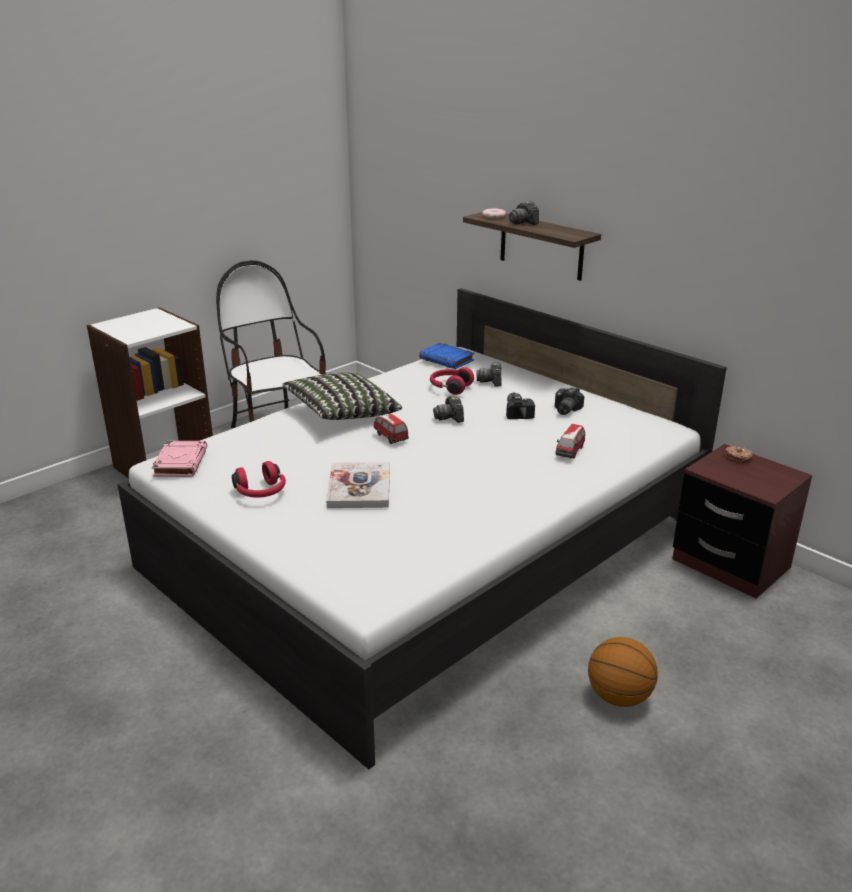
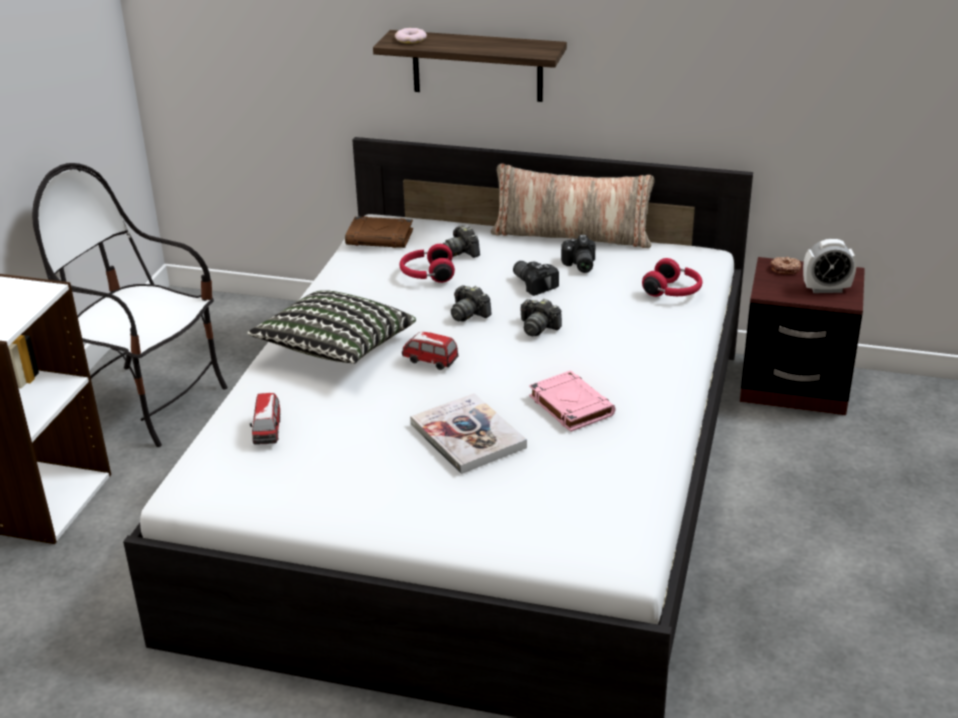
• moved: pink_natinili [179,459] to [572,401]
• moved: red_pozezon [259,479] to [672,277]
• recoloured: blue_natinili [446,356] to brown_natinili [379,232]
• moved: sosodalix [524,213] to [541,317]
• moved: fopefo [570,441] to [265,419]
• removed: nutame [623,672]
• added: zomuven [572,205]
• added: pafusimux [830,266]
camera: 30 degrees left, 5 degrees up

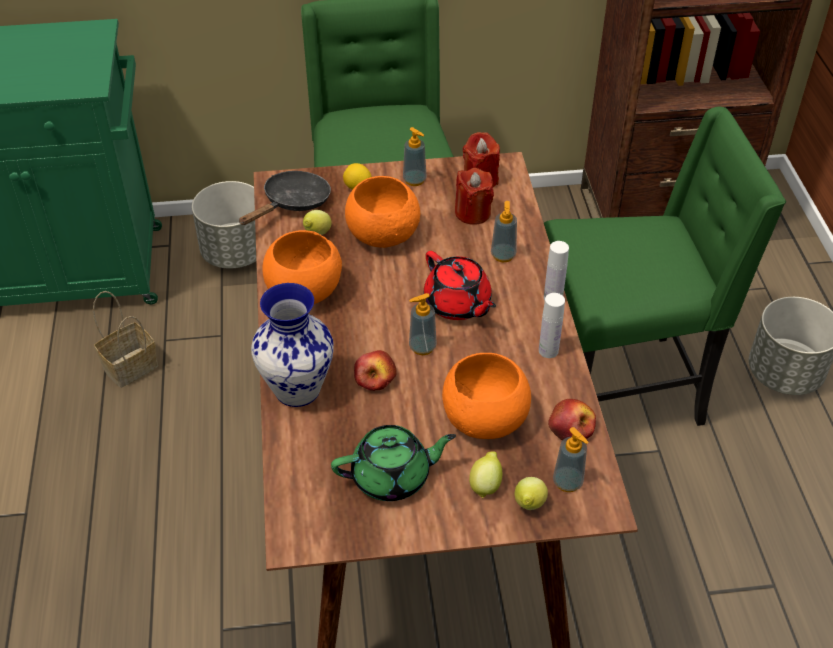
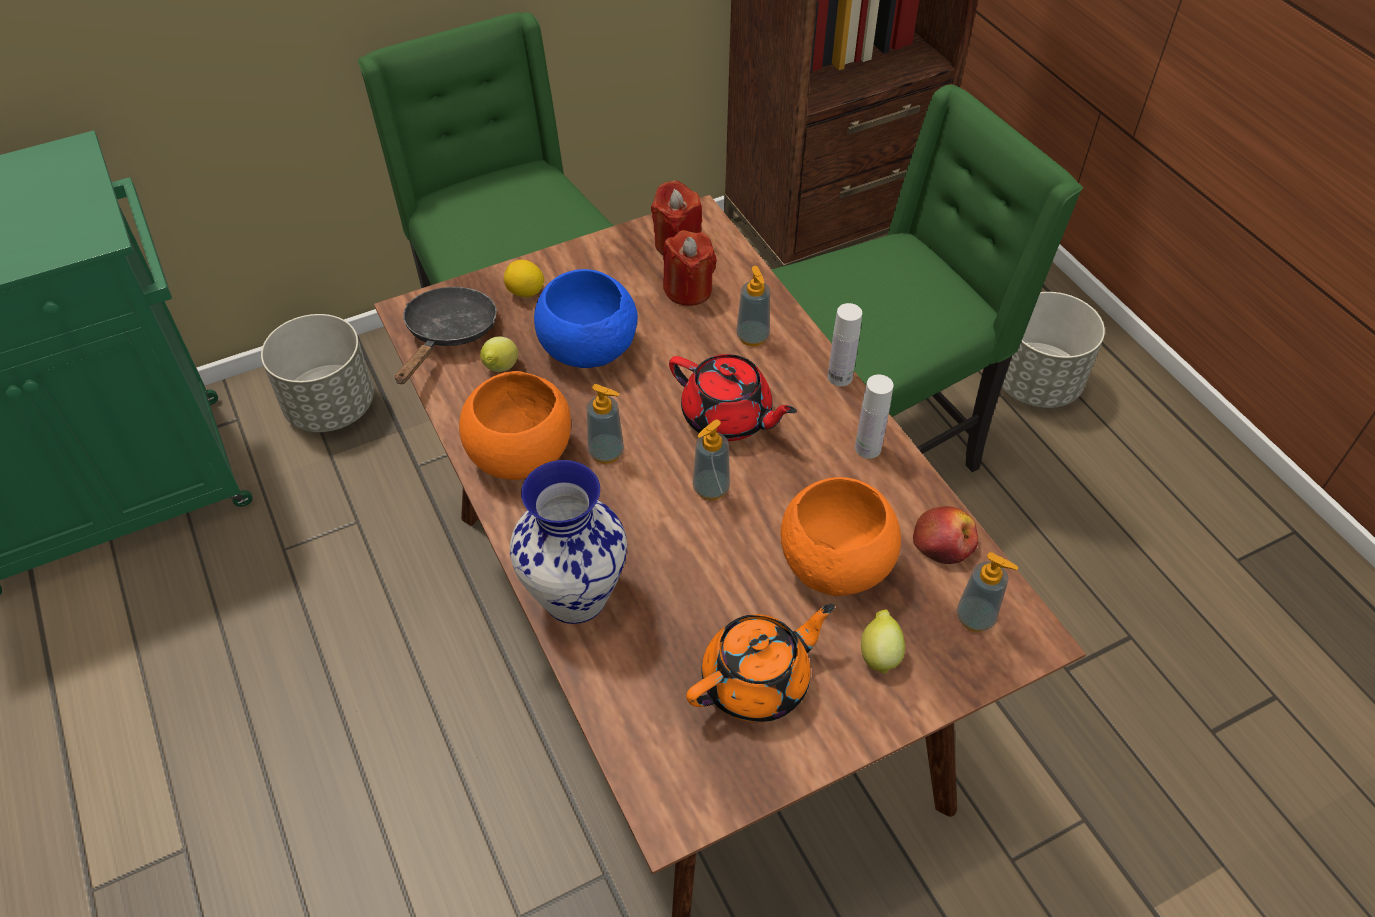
• removed: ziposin [125,339]
• recoloured: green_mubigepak [393,463] to orange_mubigepak [760,663]
• recoloured: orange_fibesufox [382,212] to blue_fibesufox [586,318]
• removed: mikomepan [375,370]
• moved: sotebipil [415,156] to [605,424]
• removed: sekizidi [531,493]
camera: 20 degrees left, 5 degrees up

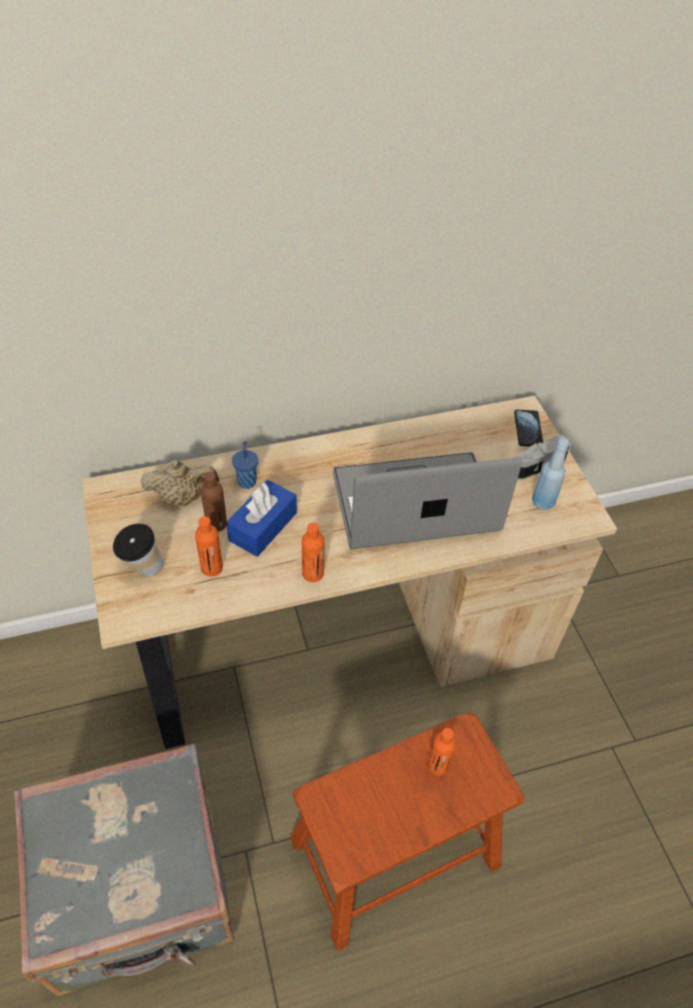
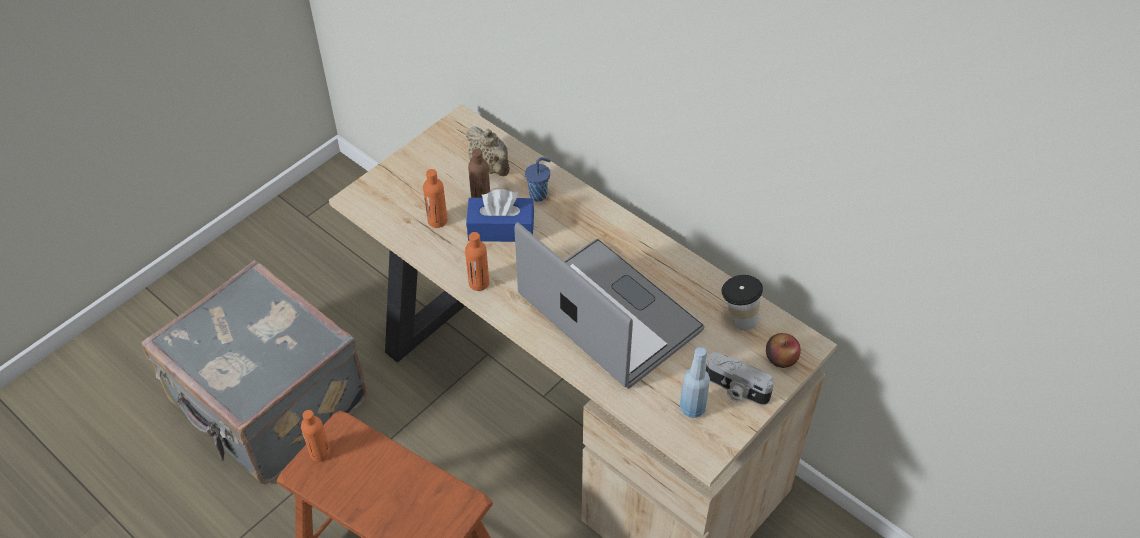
• moved: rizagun [138,550] to [742,302]
• moved: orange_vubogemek [442,752] to [316,436]
• replaced: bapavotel [528,428] to mikomepan [783,350]
camera: 60 degrees right, 0 degrees up

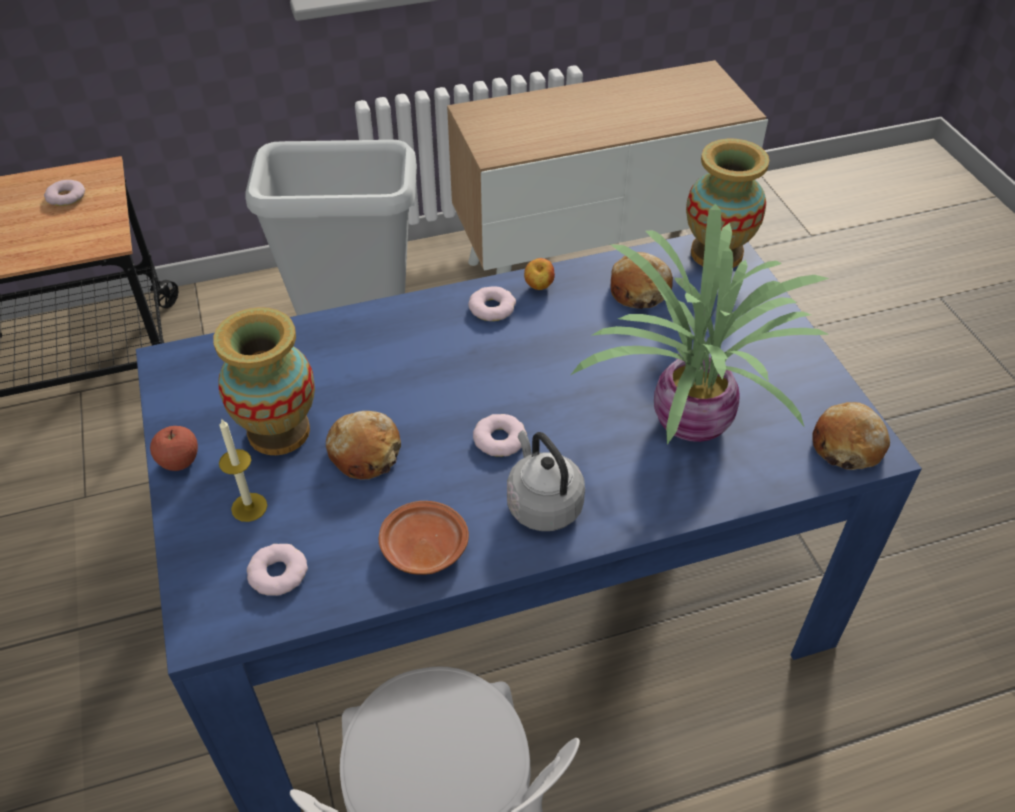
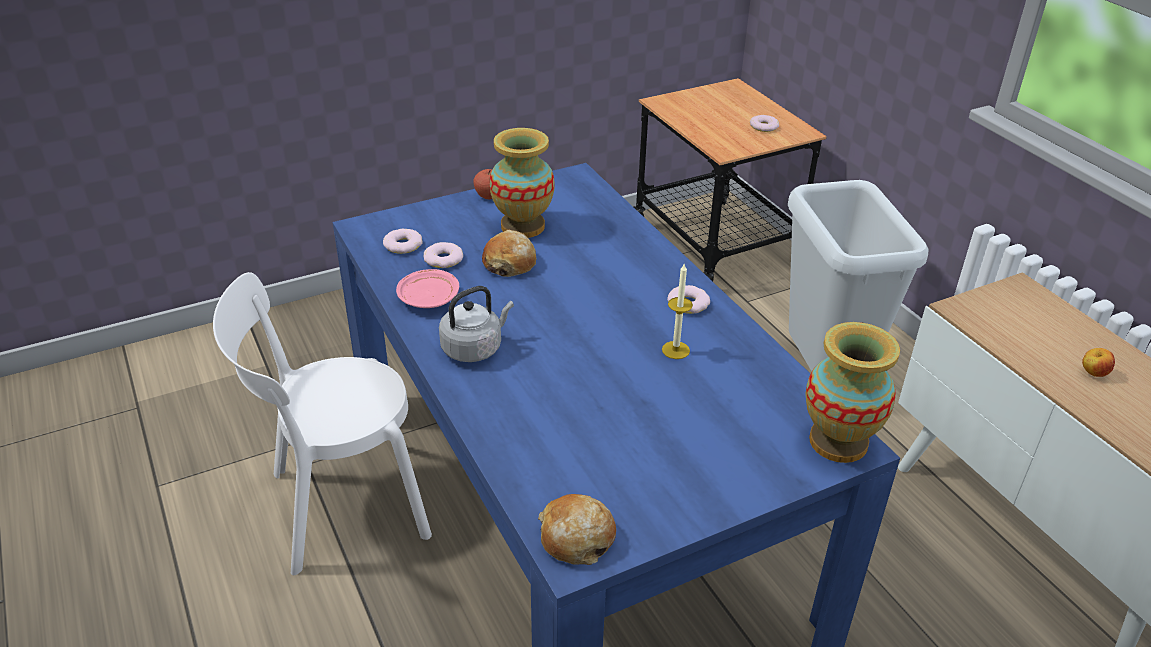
• moved: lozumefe [243,470] to [677,311]
• recoloured: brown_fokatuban [424,538] to pink_fokatuban [427,288]
• moved: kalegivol [500,435] to [443,255]
• moved: mikomepan [539,274] to [1098,362]
• removed: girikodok [700,324]
• removed: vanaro [642,280]
camera: 80 degrees right, 10 degrees down

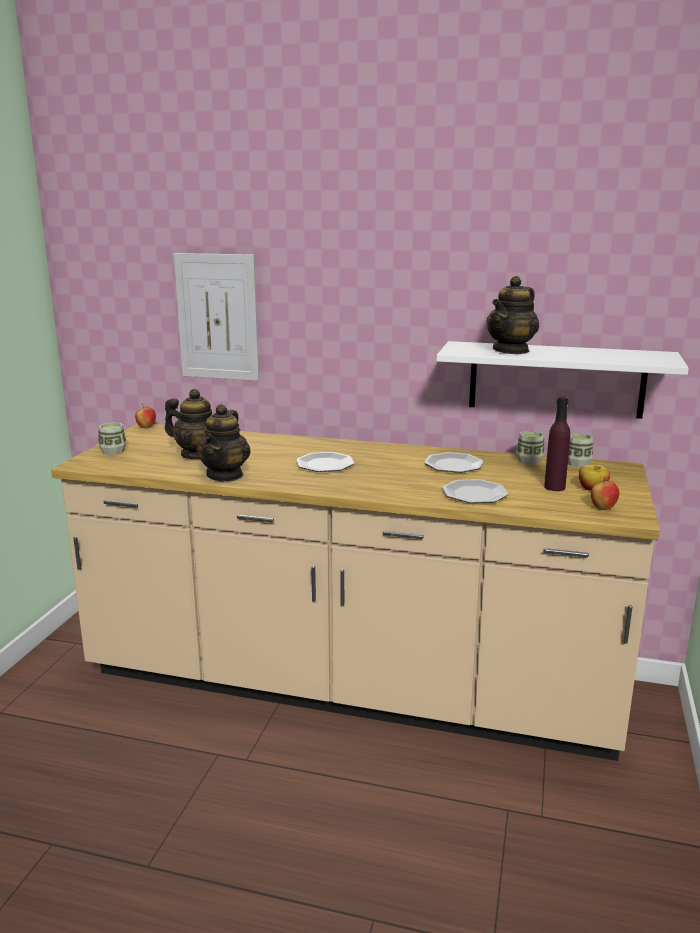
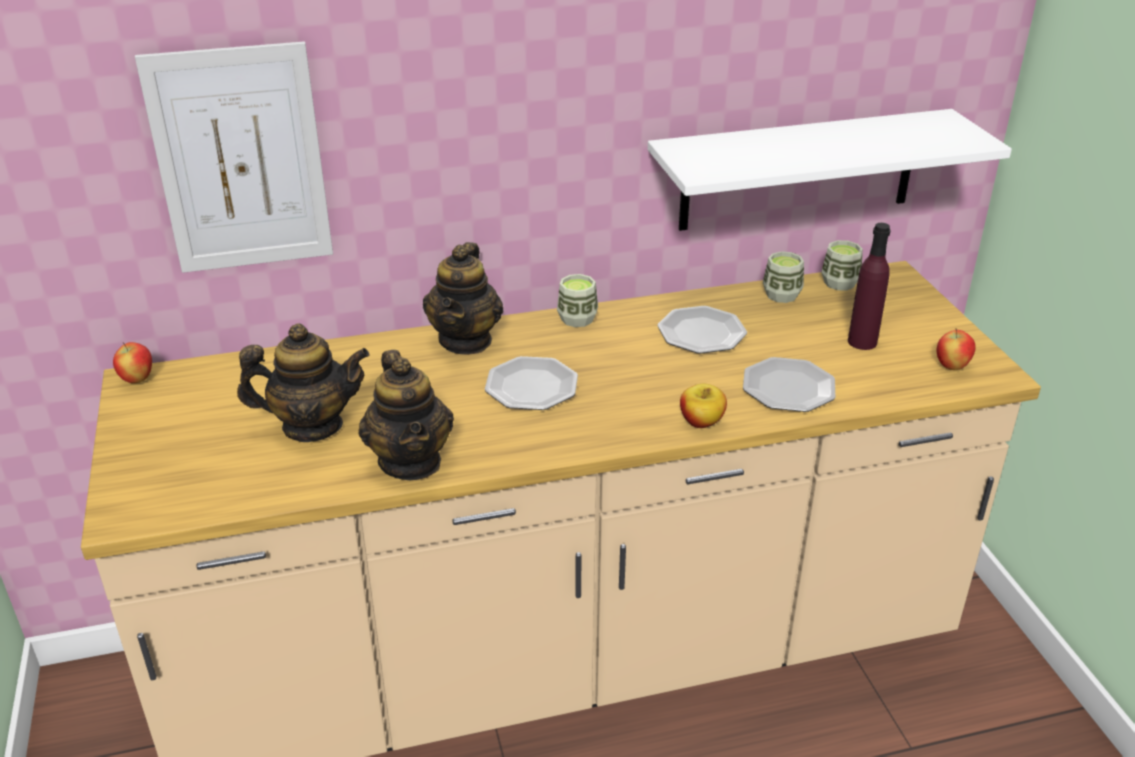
• moved: rizagun [112,438] to [577,300]
• moved: mubigepak [512,315] to [463,298]
• moved: mikomepan [594,478] to [703,406]
camera: 30 degrees left, 15 degrees up

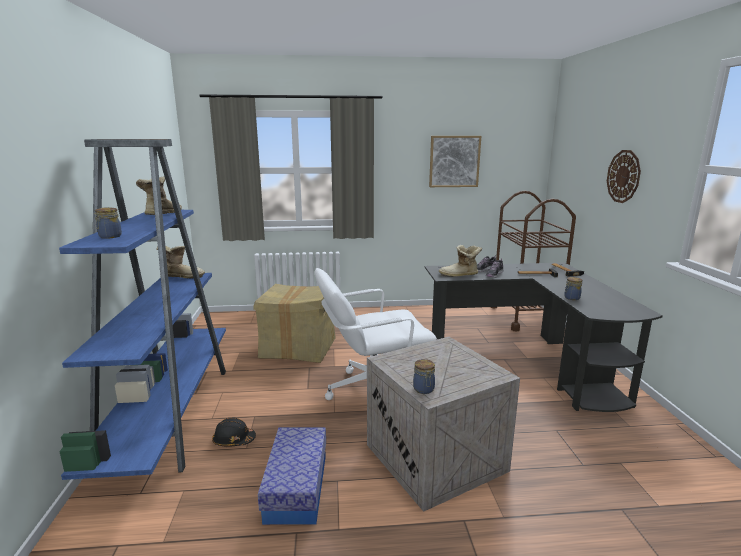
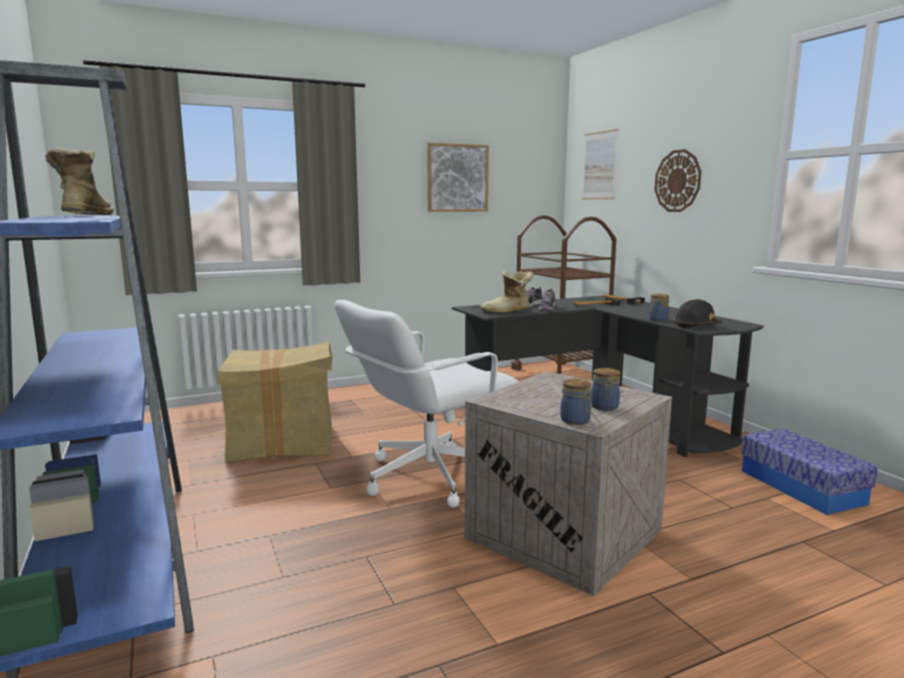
• moved: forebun [108,223] to [605,389]
• removed: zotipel [180,262]
• moved: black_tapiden [234,432] to [697,313]
• moved: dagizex [292,476] to [809,472]
• added: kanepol [600,164]
camera: 20 degrees left, 5 degrees down

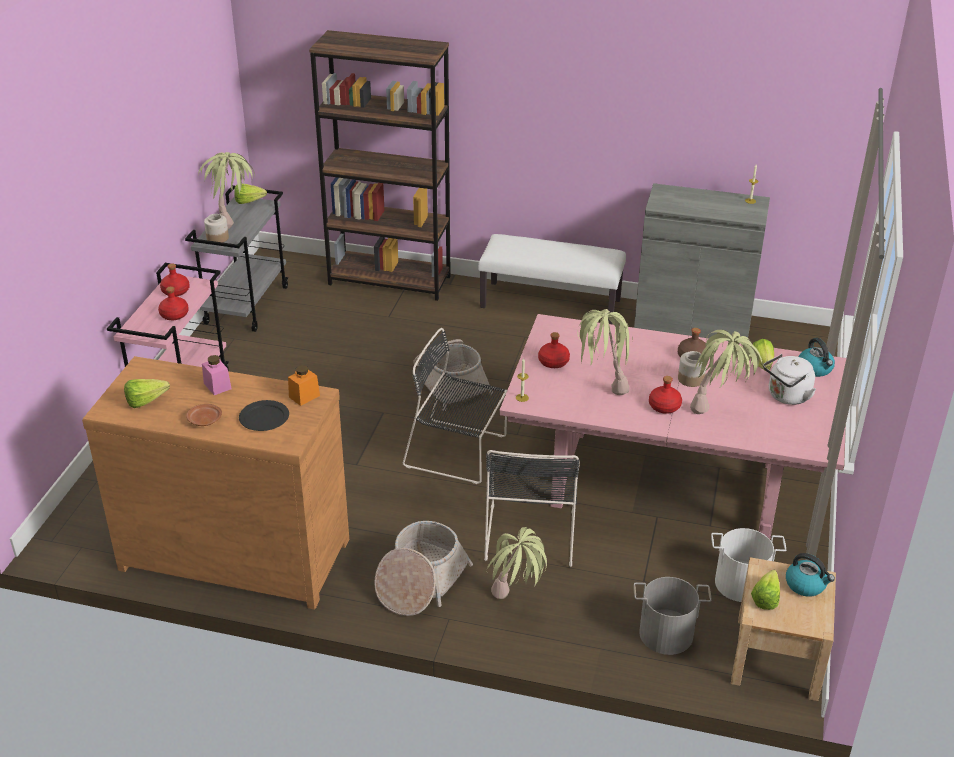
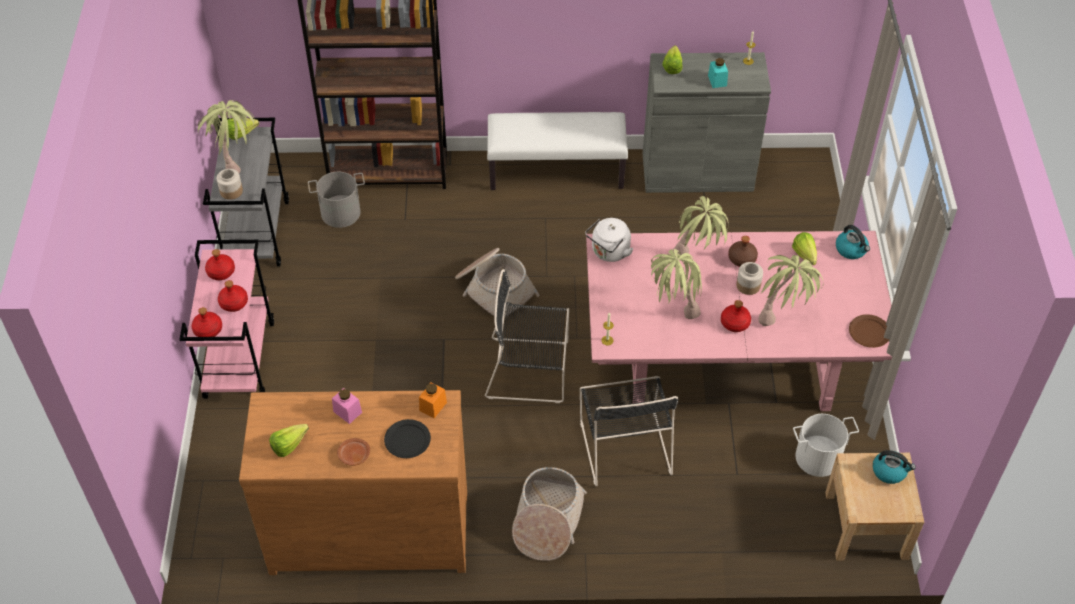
• moved: girikodok [517,563] to [701,226]
• moved: red_vubogemek [554,350] to [207,322]
• moved: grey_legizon [672,616] to [336,200]
• moved: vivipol [765,590] to [672,59]
• moved: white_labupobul [789,379] to [609,240]
• added: turquoise_forebun [718,73]
• added: brown_fokatuban [869,331]
camera: 15 degrees left, 15 degrees up

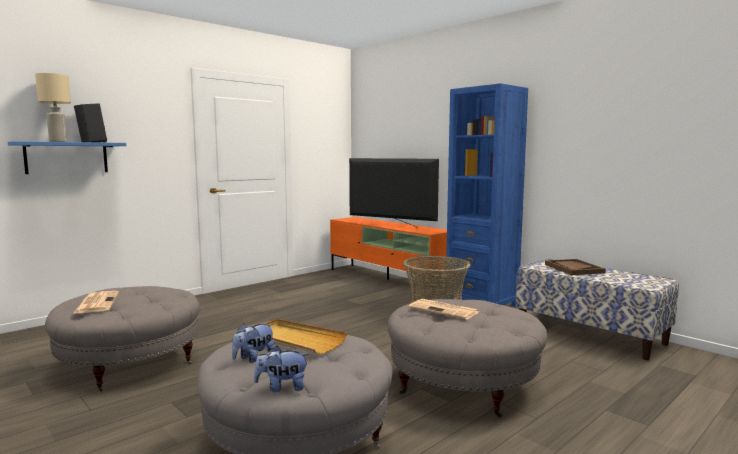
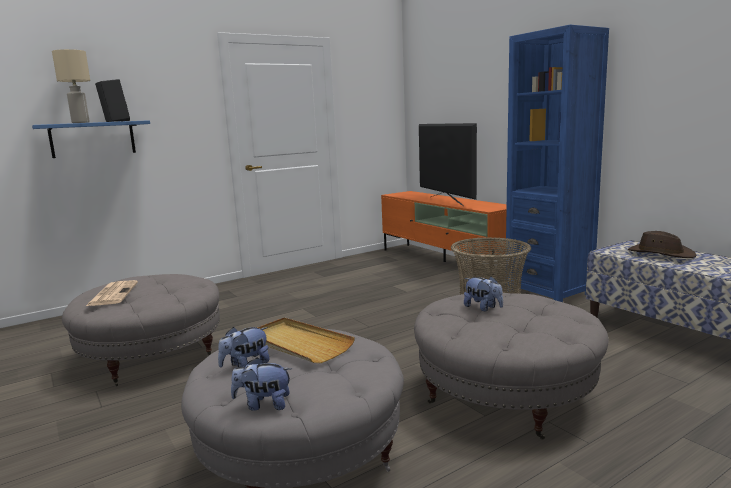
• turned: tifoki [394,193] = [448,164] 150 degrees counterclockwise
• replaced: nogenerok [444,309] to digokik [483,294]
• replaced: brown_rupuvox [575,267] to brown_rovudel [662,244]
camera: 10 degrees right, 5 degrees up

